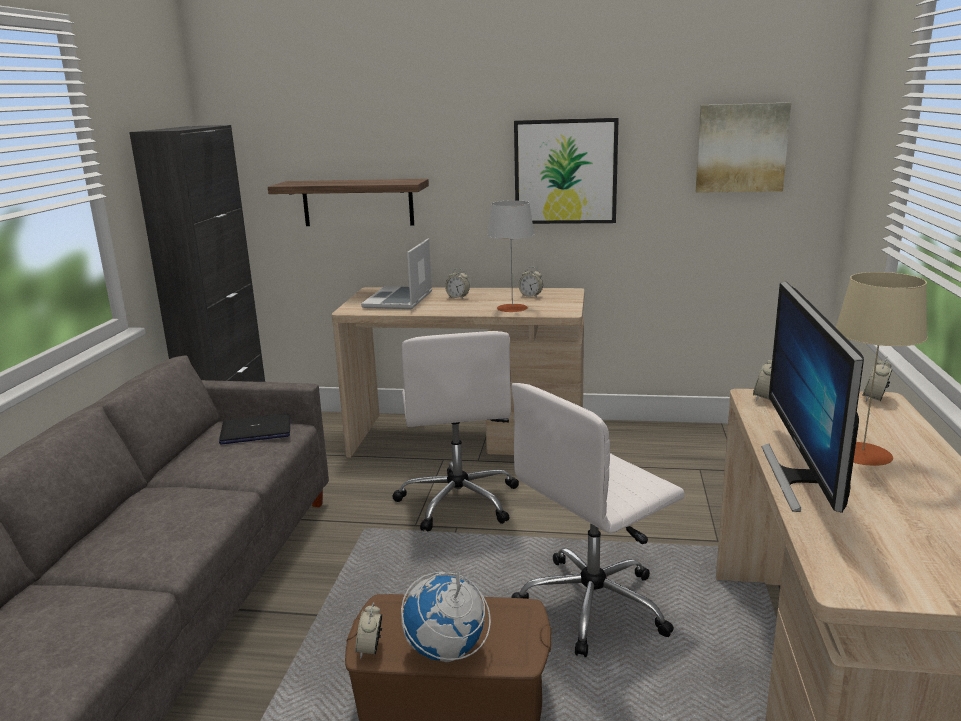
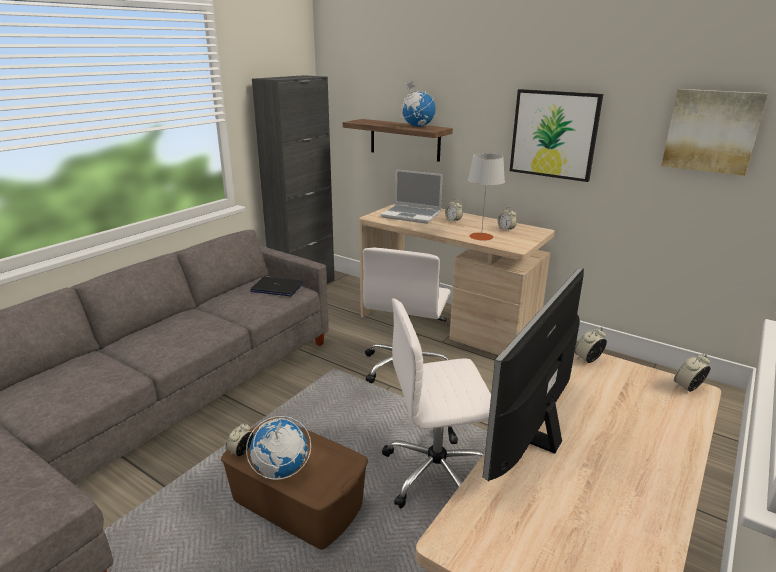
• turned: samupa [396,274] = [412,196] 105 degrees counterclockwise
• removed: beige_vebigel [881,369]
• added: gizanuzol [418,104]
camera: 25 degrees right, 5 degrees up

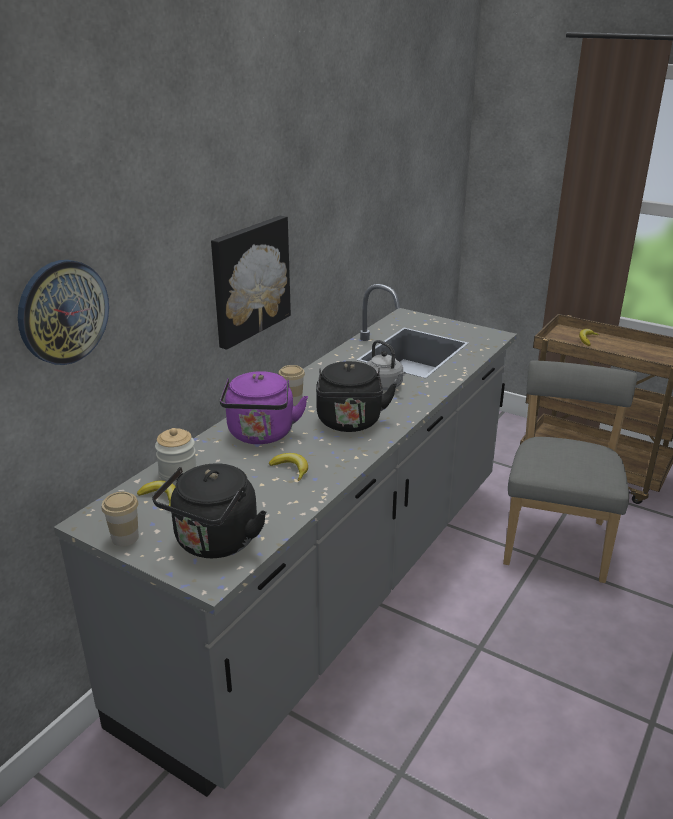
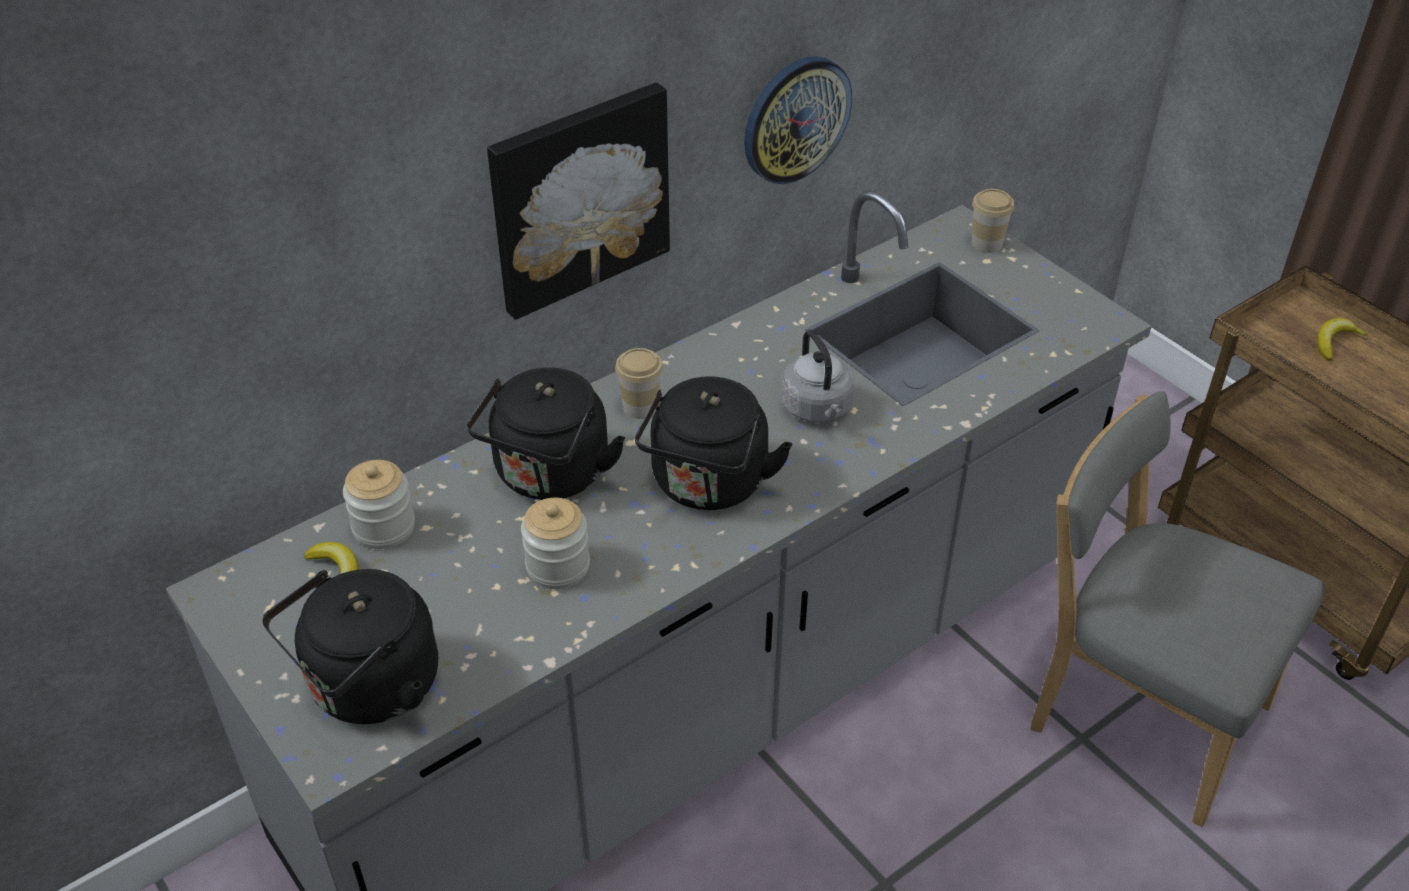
• moved: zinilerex [63,312] to [798,120]
• moved: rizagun [120,519] to [993,221]
• recoloured: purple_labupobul [264,407] to black_labupobul [546,434]
• replaced: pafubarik [288,467] to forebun [555,543]
• turned: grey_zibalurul [570,471] = [1177,609] 90 degrees counterclockwise
camera: 20 degrees right, 15 degrees up

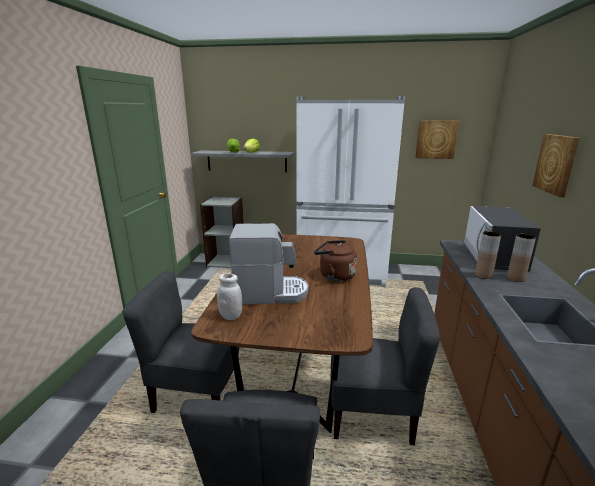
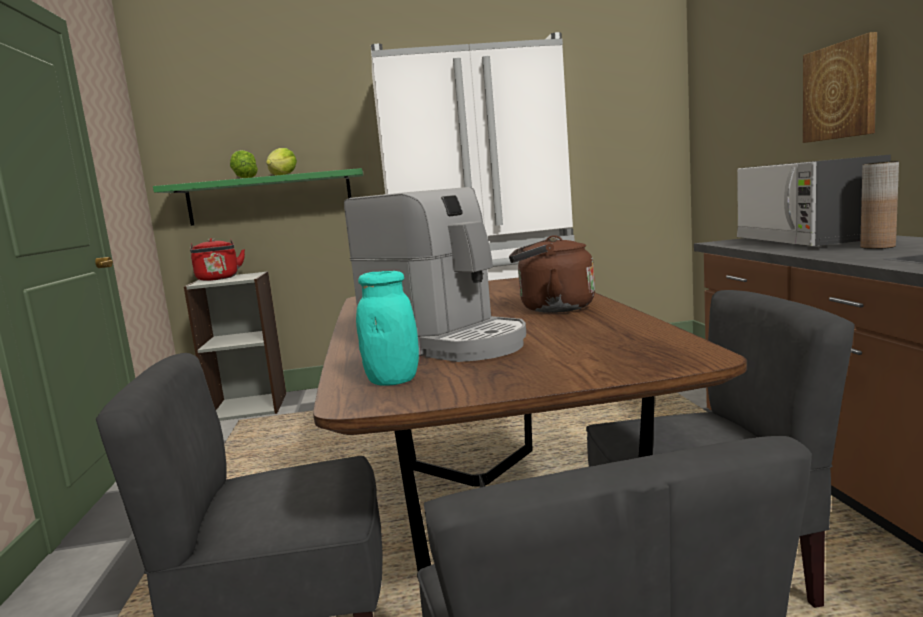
• recoloured: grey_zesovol [242,161] to green_zesovol [258,197]
• recoloured: white_forebun [229,296] to turquoise_forebun [387,328]
• turned: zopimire [269,263] = [435,274] 60 degrees clockwise
• removed: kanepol [437,139]
• removed: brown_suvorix [488,255]
• added: red_labupobul [217,259]
camera: 15 degrees left, 10 degrees down

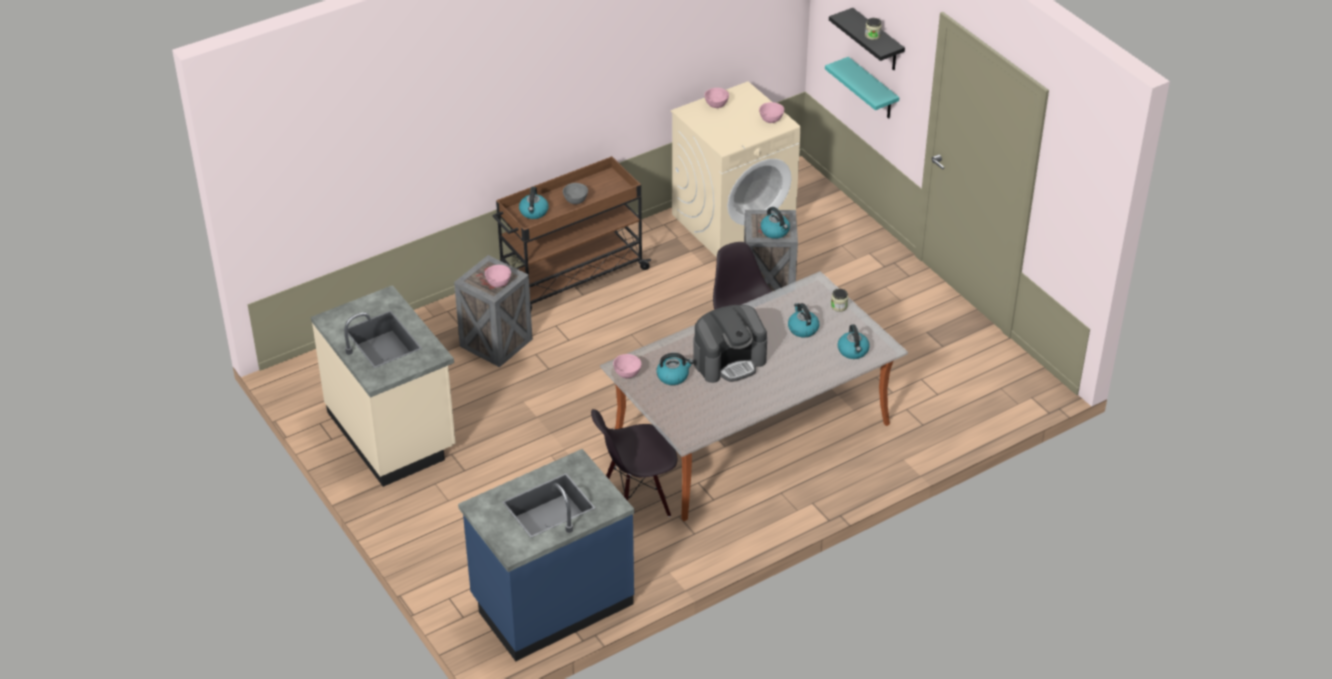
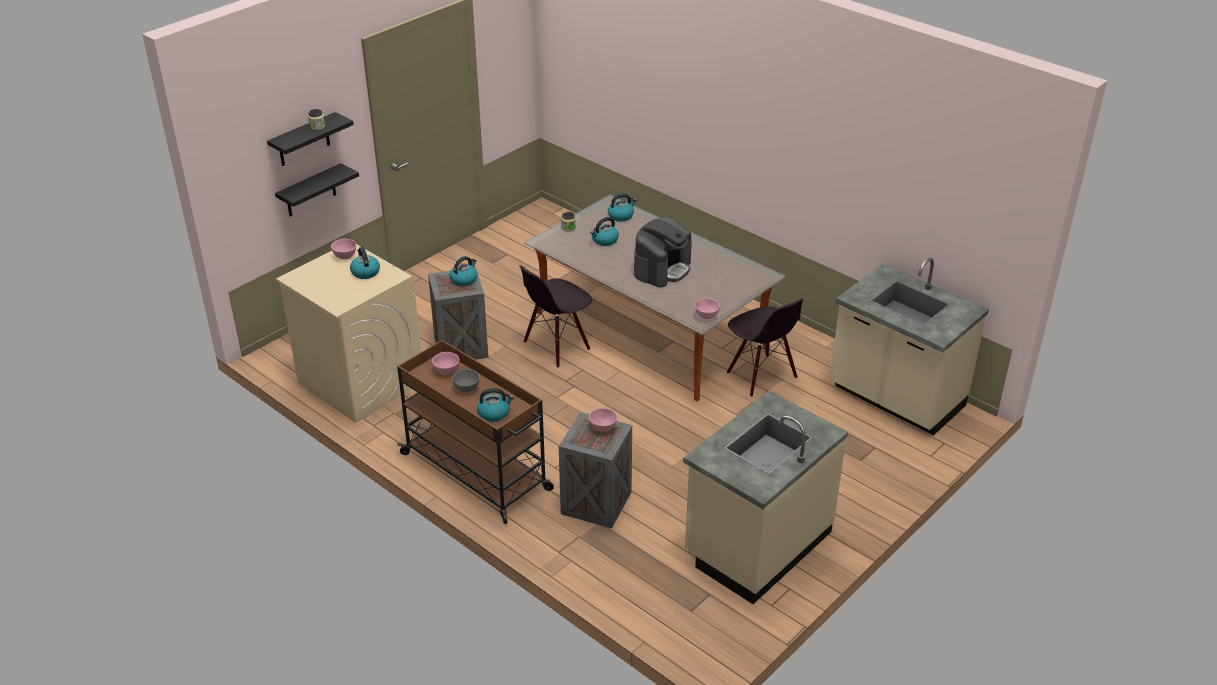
• recoloured: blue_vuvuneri [546,555] to beige_vuvuneri [909,347]
• moved: labupobul [675,369] to [365,263]
• turned: zopimire [730,344] = [663,252] 75 degrees clockwise
• moved: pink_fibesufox [716,98] to [445,363]
• recoloured: turquoise_zesovol [862,88] to black_zesovol [317,189]
camera: 105 degrees left, 5 degrees down

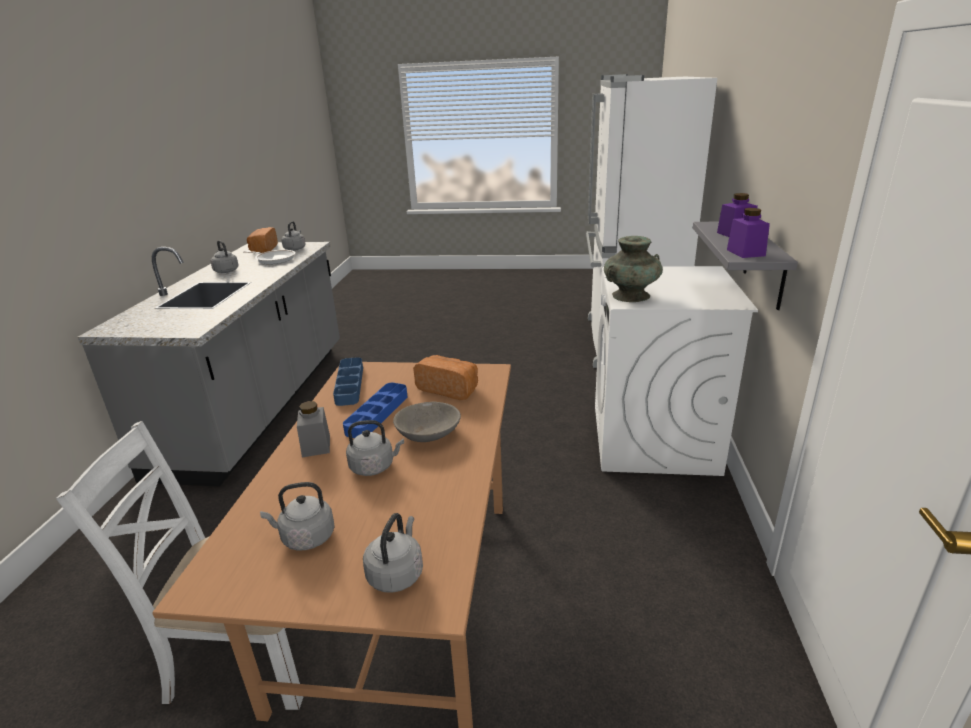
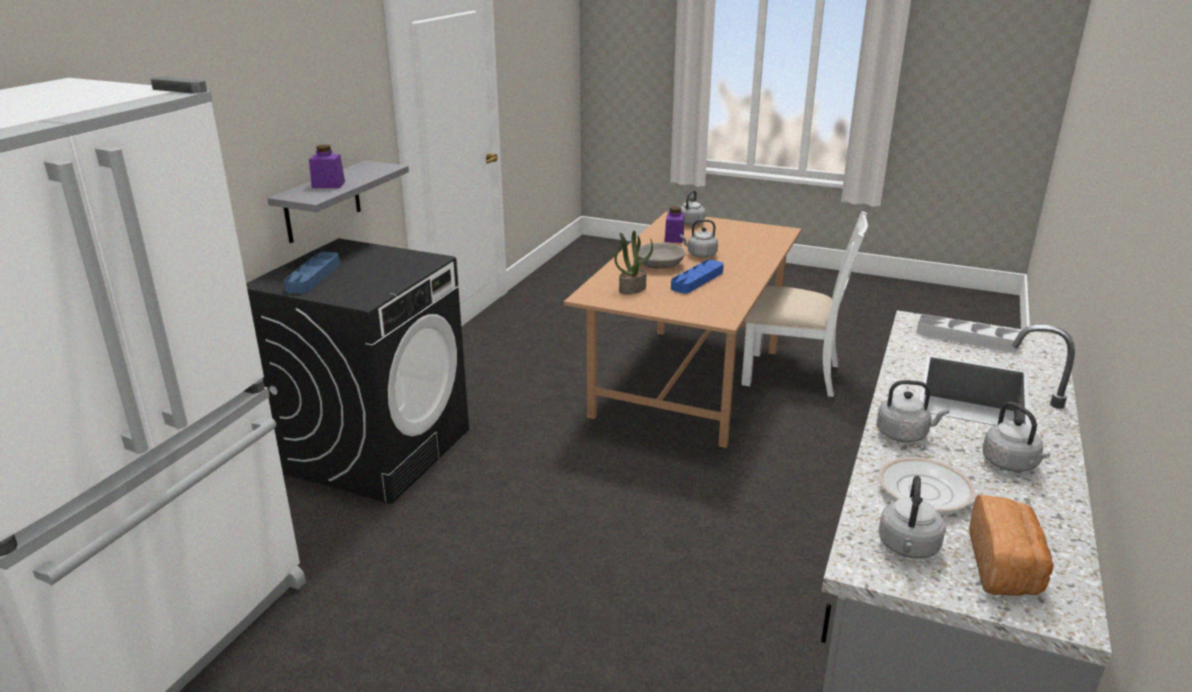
• moved: grey_labupobul [297,516] to [913,411]
• removed: grey_forebun [313,429]
• moved: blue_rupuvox [348,381] to [312,273]
• replaced: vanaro [445,377] to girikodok [633,262]
• recoloured: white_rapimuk [676,371] to black_rapimuk [357,371]
• removed: turquoise_suvorix [633,269]
• moved: purple_forebun [748,233] to [674,225]
• added: grey_rupuvox [968,333]
camera: 165 degrees left, 0 degrees up

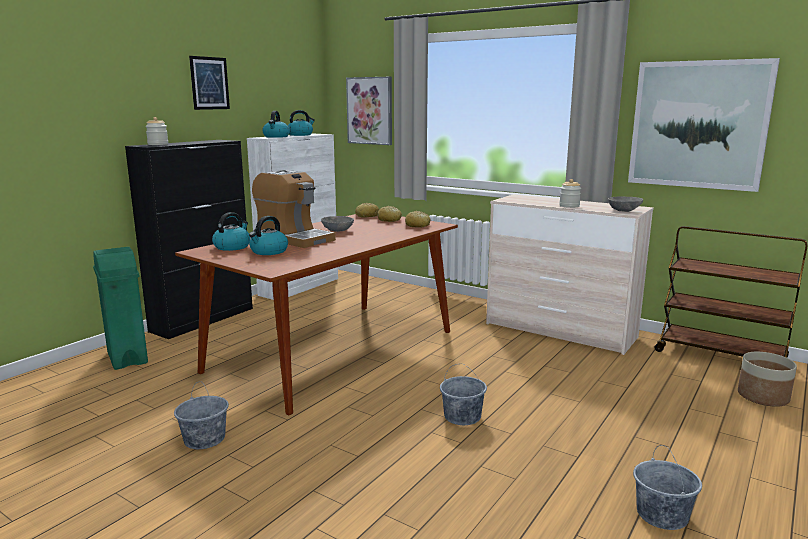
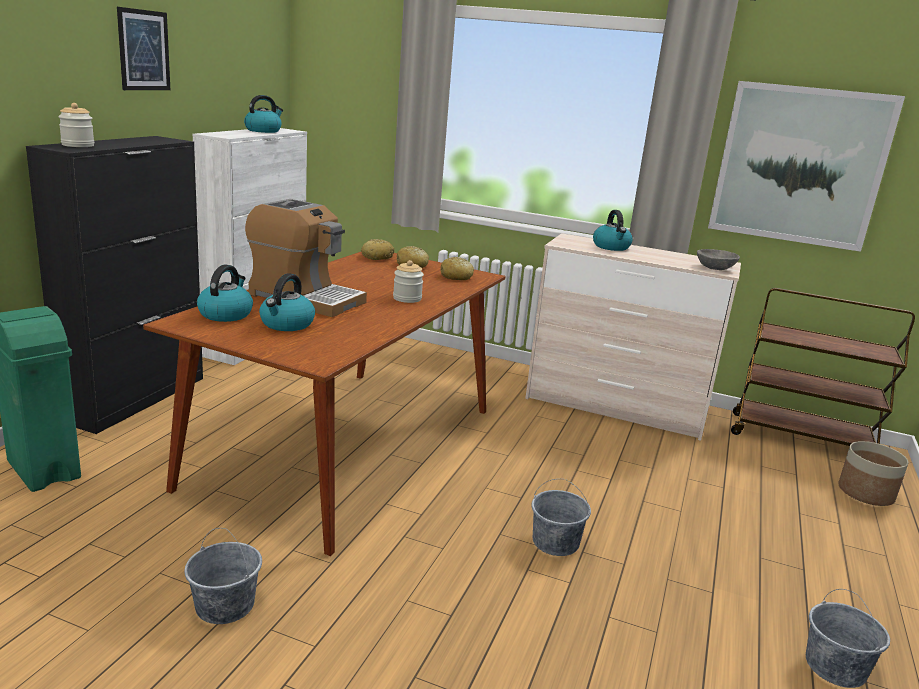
• moved: labupobul [276,124] to [613,230]
• removed: grey_fibesufox [337,224]
• removed: kanepol [369,111]
• moved: forebun [570,193] to [408,281]
camera: 15 degrees left, 5 degrees up

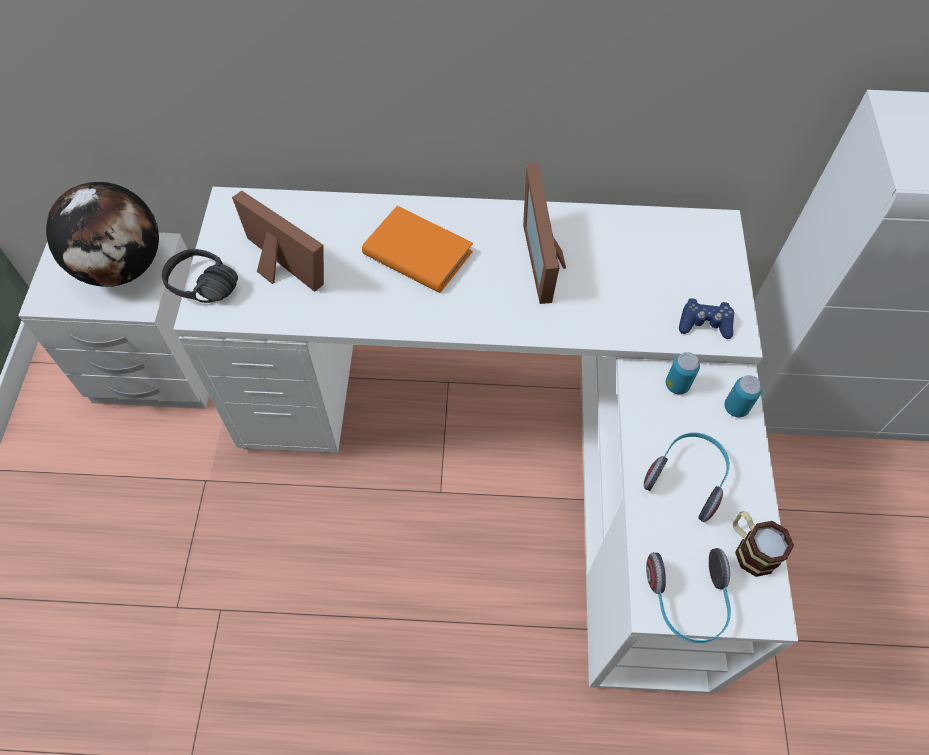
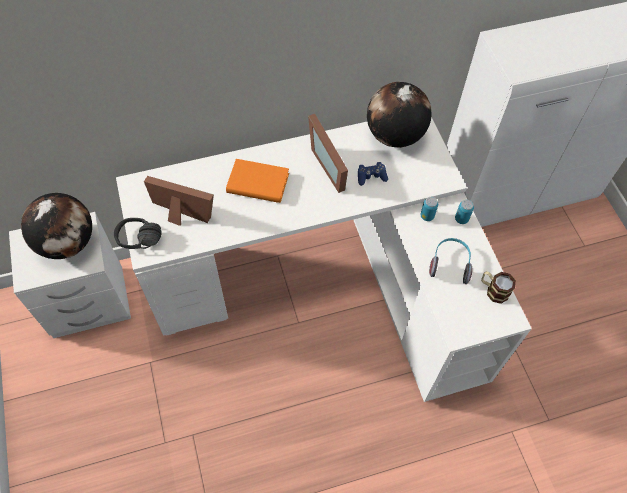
• removed: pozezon [688,595]
• moved: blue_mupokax [706,318] to [373,174]
• added: gizanuzol [399,115]
camera: 20 degrees left, 0 degrees up

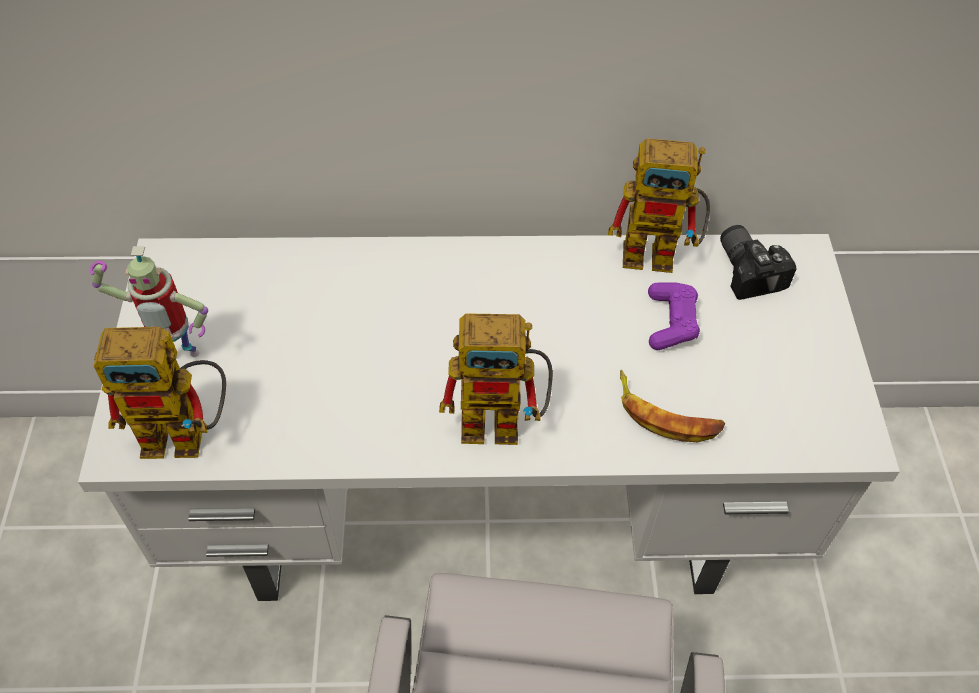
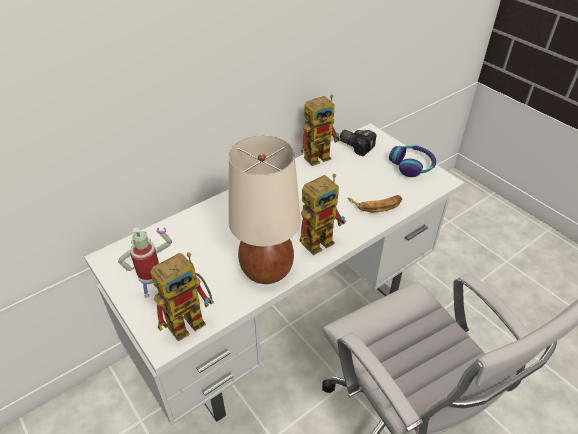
• turned: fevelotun [148,301] = [145,262] 150 degrees counterclockwise
• removed: purple_mupokax [674,316]
• added: beige_vebigel [265,210]
• added: pozezon [412,161]
camera: 35 degrees left, 10 degrees down

